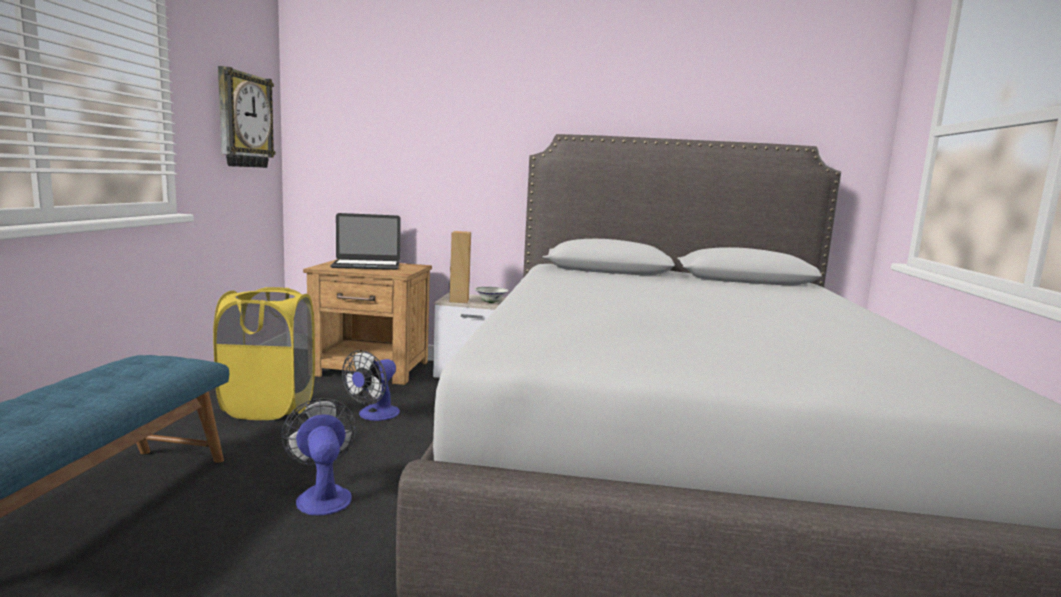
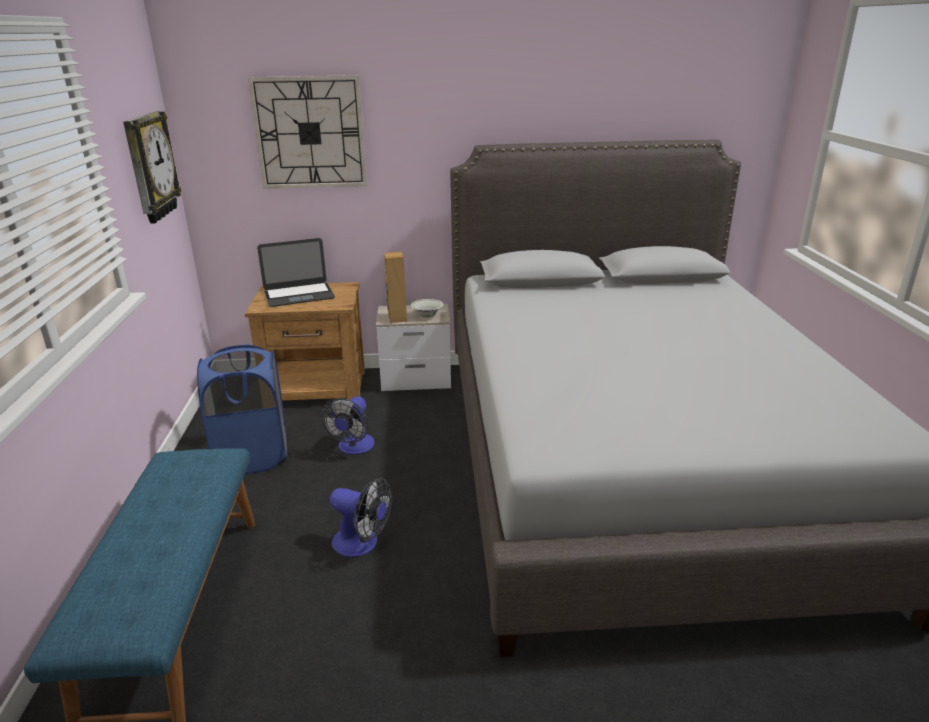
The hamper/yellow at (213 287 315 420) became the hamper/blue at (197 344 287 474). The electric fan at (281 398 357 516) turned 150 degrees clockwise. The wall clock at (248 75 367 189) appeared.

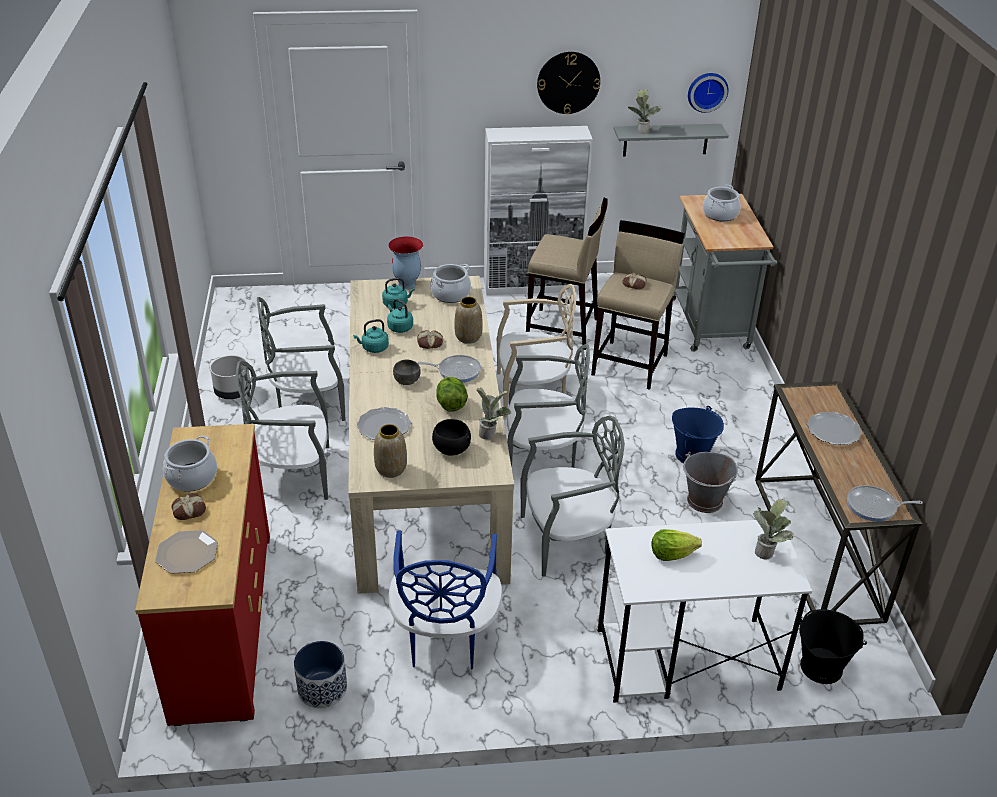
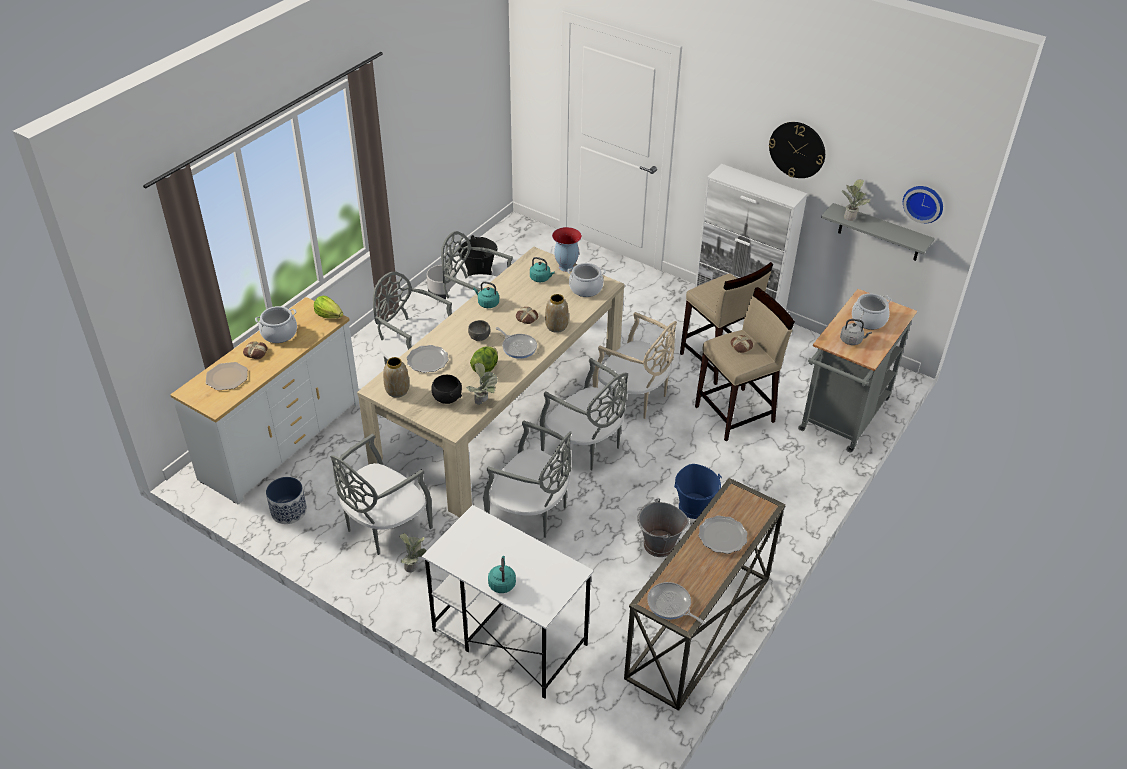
The water kettle/turquoise moved from (387 299 413 333) to (488 556 516 593). The chest of drawers/red-coloured at (135 424 270 726) became the chest of drawers/white at (170 297 359 505). The houseplant moved from (753 499 794 560) to (399 533 427 572). The lettuce moved from (651 529 702 561) to (314 296 343 319). The upright chair/blue at (388 531 503 670) became the upright chair/gray at (330 434 433 555). The bucket/black moved from (800 609 867 684) to (458 235 498 276). The water kettle/gray at (840 319 872 345) appeared.

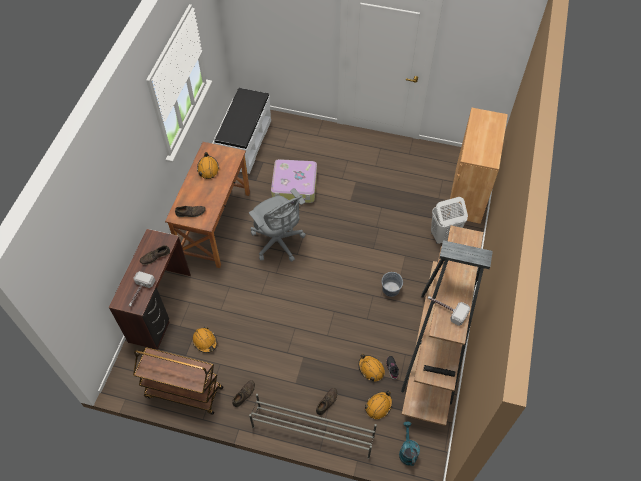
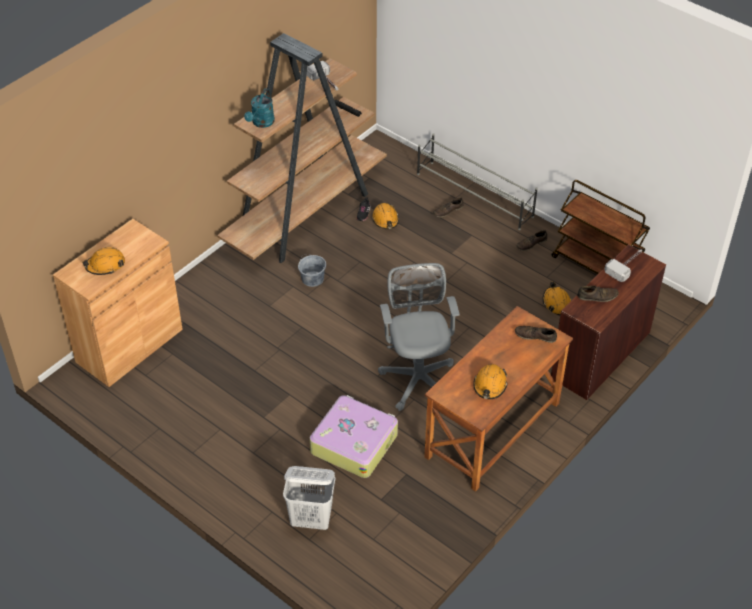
The bench/white at (214 88 271 174) disappeared. The hamper/white moved from (431 197 468 244) to (283 466 335 530). The safety helmet/orange moved from (365 391 392 419) to (82 247 125 275). The sprinkling can/turquoise moved from (399 422 420 466) to (244 88 275 128).

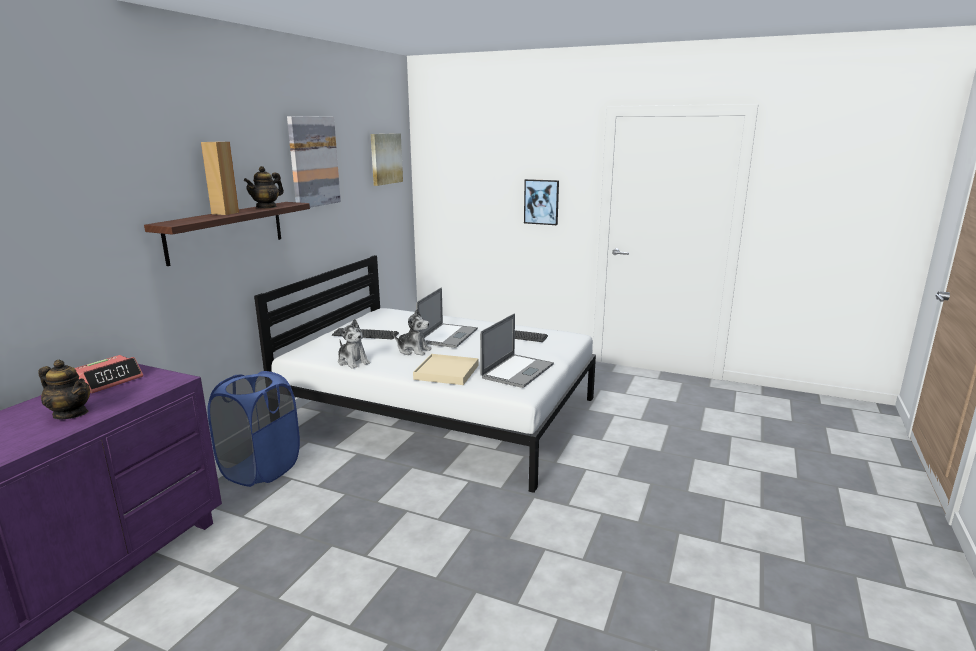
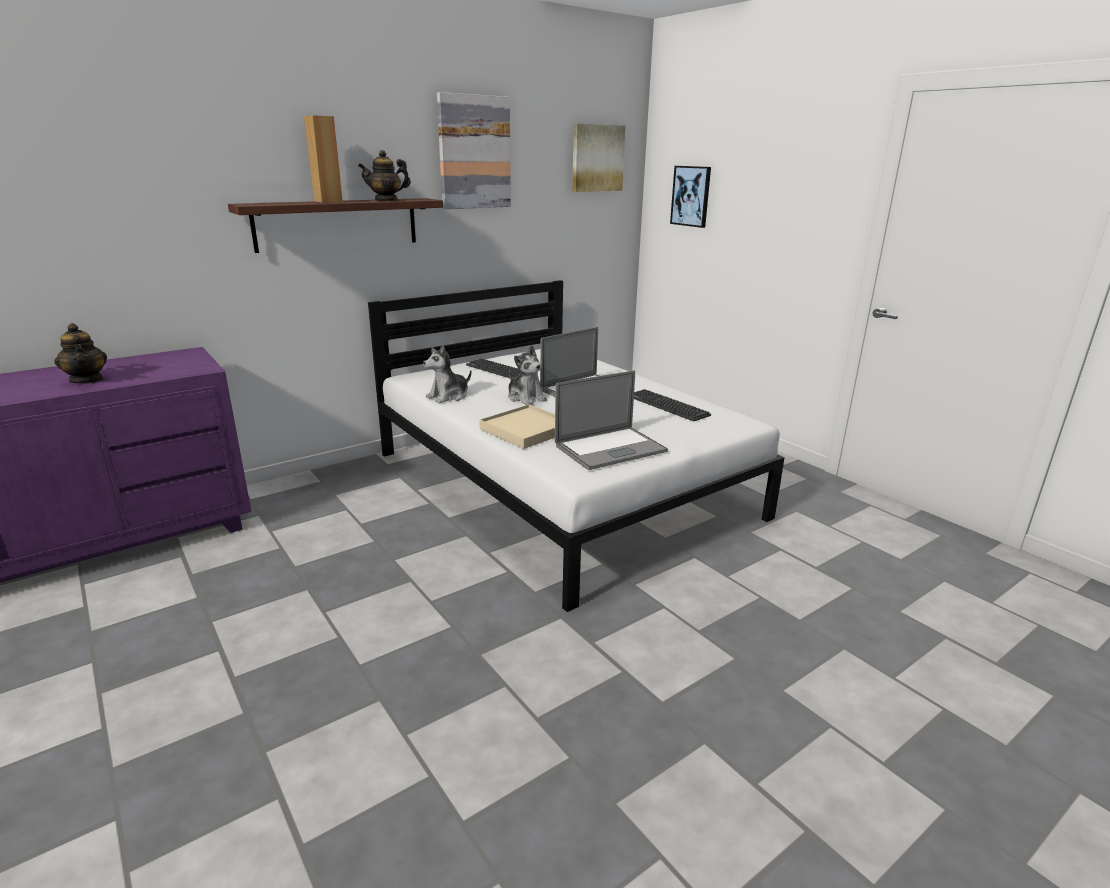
The wall art moved from (524 179 559 225) to (670 166 711 228). The cuddly toy at (338 319 370 369) turned 60 degrees clockwise. The table clock at (75 355 143 394) disappeared. The hamper/blue at (207 371 300 487) disappeared.

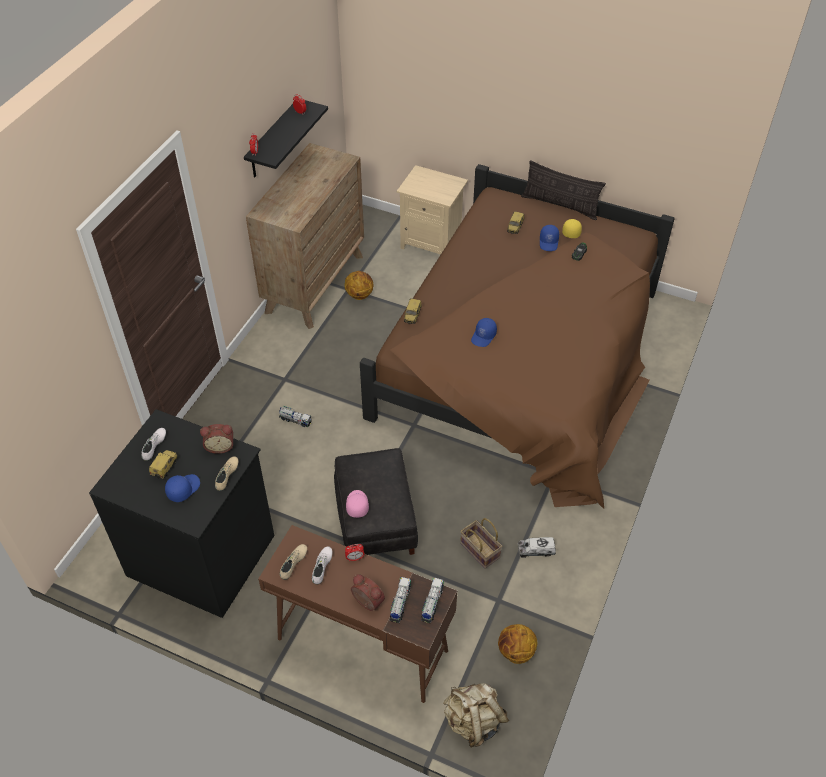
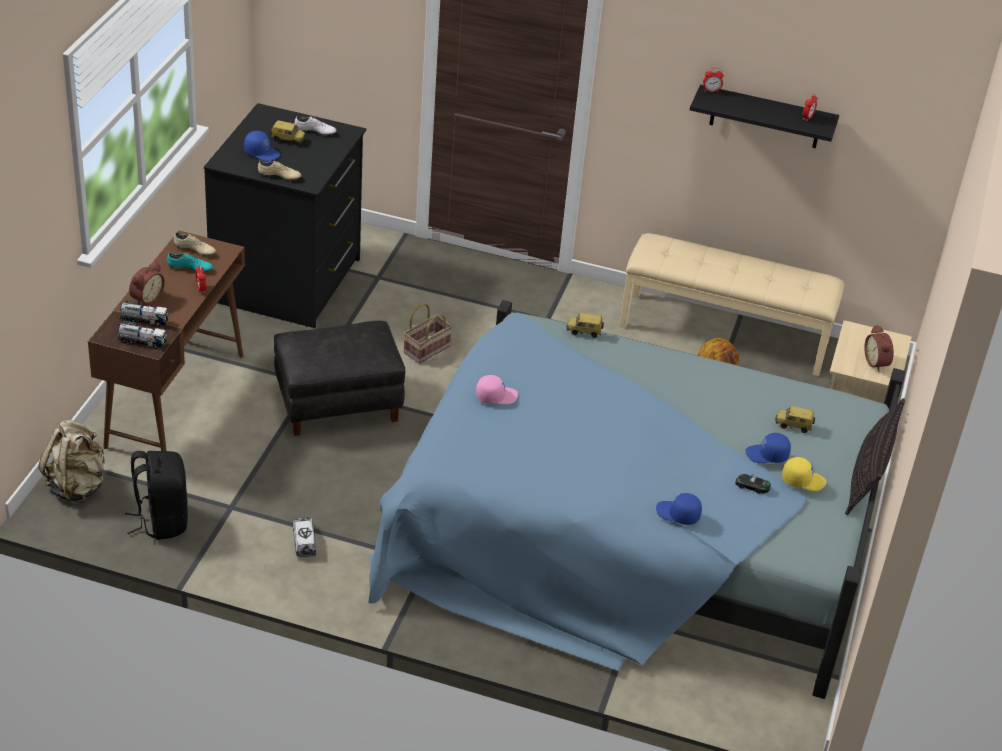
The chest of drawers/brownish at (246 143 364 329) was replaced by the bench/sand-coloured at (620 233 844 376). The bed/brownish at (360 164 675 509) became the bed/blue at (368 300 905 699). The baseball cap/blue moved from (471 318 497 347) to (656 493 702 525). The toy truck at (279 406 312 427) disappeared. The table clock moved from (200 424 233 454) to (864 325 894 372). The baseball cap/pink moved from (346 490 369 518) to (476 375 518 404). The household basket moved from (460 518 502 569) to (404 303 453 364). The low shoe/white at (312 546 332 585) became the low shoe/turquoise at (167 253 213 272). The ball for basketball at (498 624 538 664) was replaced by the rucksack/black at (125 451 188 540).

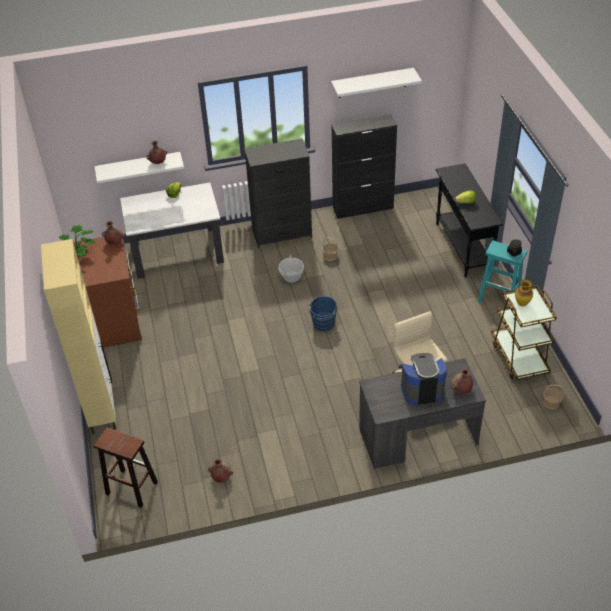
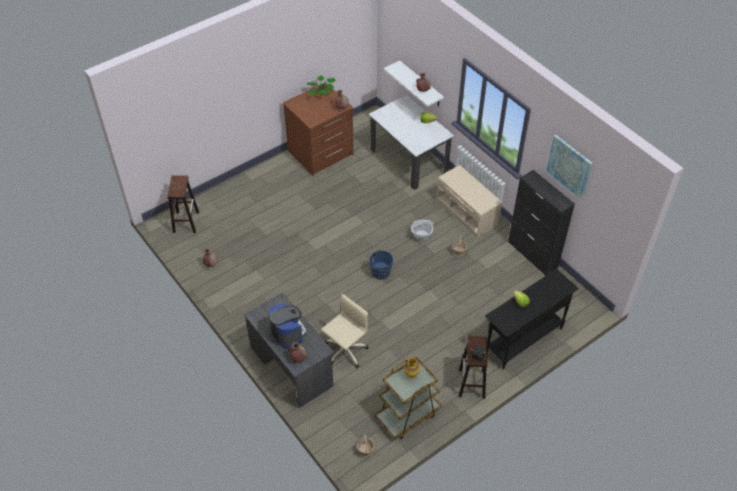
The wall shelf/white at (331 68 422 98) was replaced by the wall art at (546 135 592 199). The chest of drawers/black at (244 139 312 248) was replaced by the bench/sand-coloured at (437 165 502 238). The cabinet/sand-coloured at (41 239 116 434) disappeared. The stool seat/turquoise at (478 240 527 309) became the stool seat/brownish at (459 336 487 399).

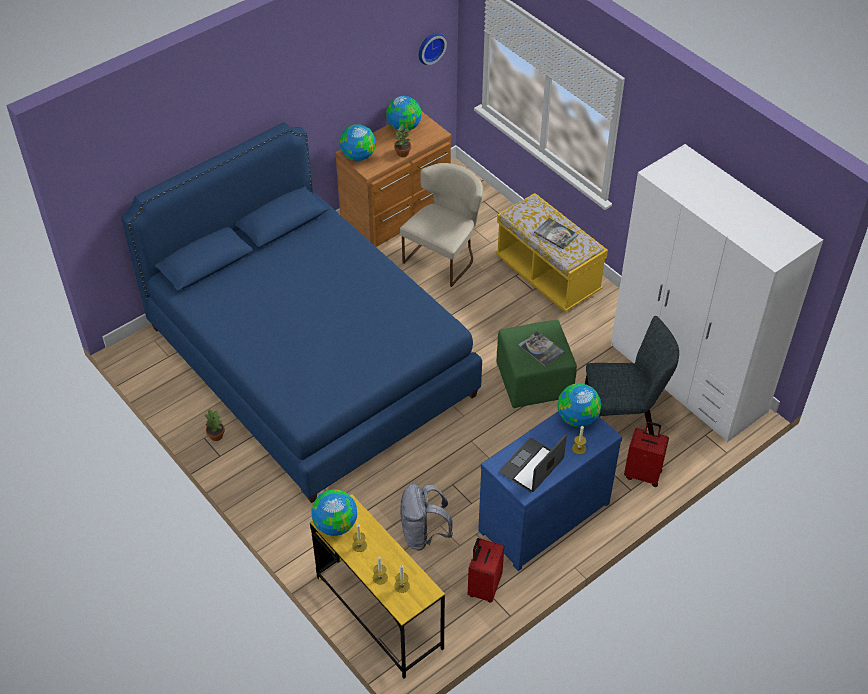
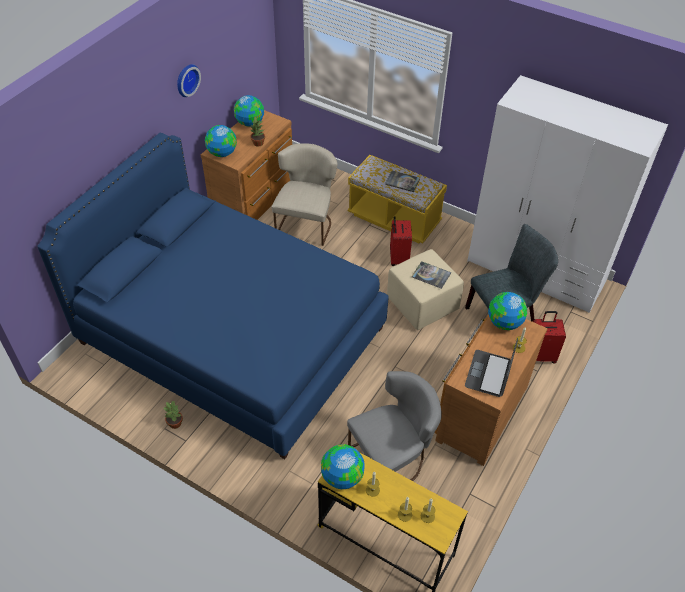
The wall clock moved from (419 33 447 65) to (177 64 201 97). The footrest/green-coloured at (496 320 577 408) became the footrest/sand-coloured at (387 249 464 330). The chest of drawers/blue at (478 412 622 571) became the chest of drawers/brownish at (435 314 547 466). The rucksack/gray at (401 483 453 550) was replaced by the upright chair/gray at (347 371 442 481). The suitcase/red-coloured moved from (468 538 504 603) to (390 216 412 266).

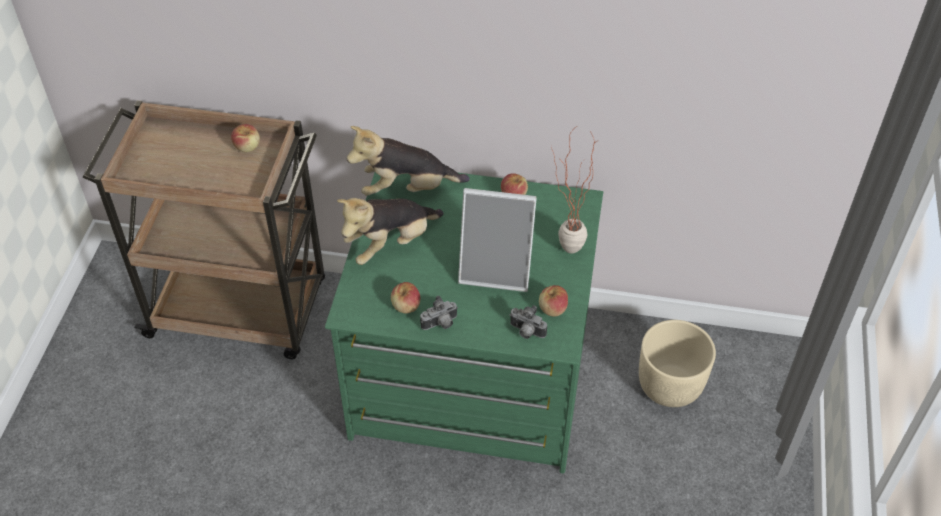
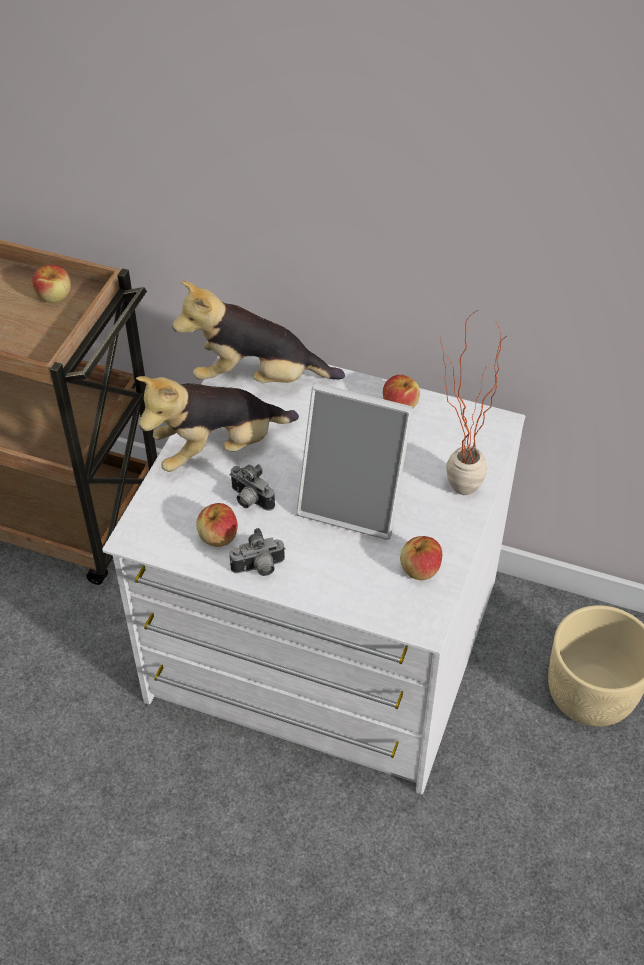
The chest of drawers/green-coloured at (325 172 603 473) became the chest of drawers/white at (102 356 525 794). The still camera moved from (509 305 547 339) to (229 464 275 511).

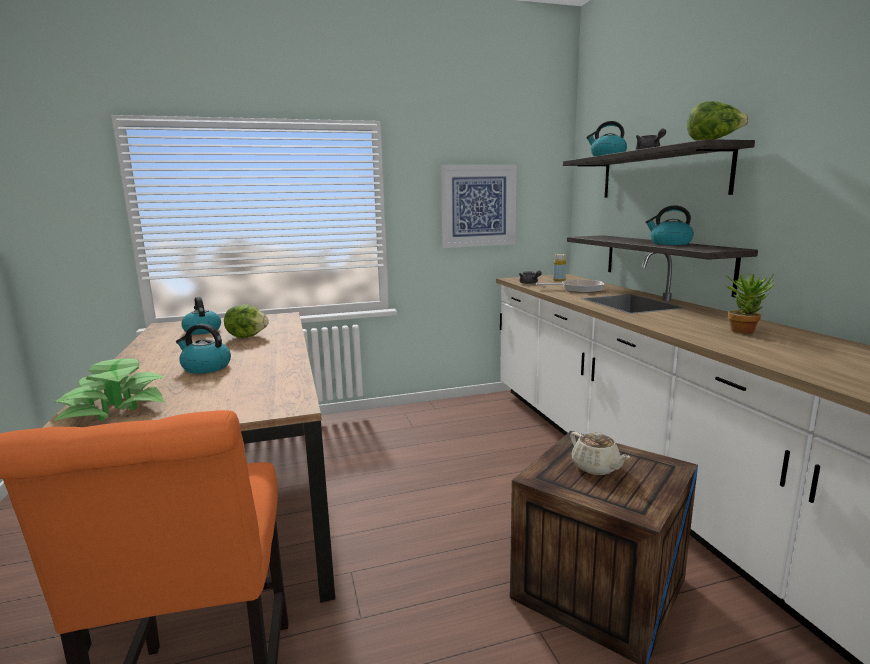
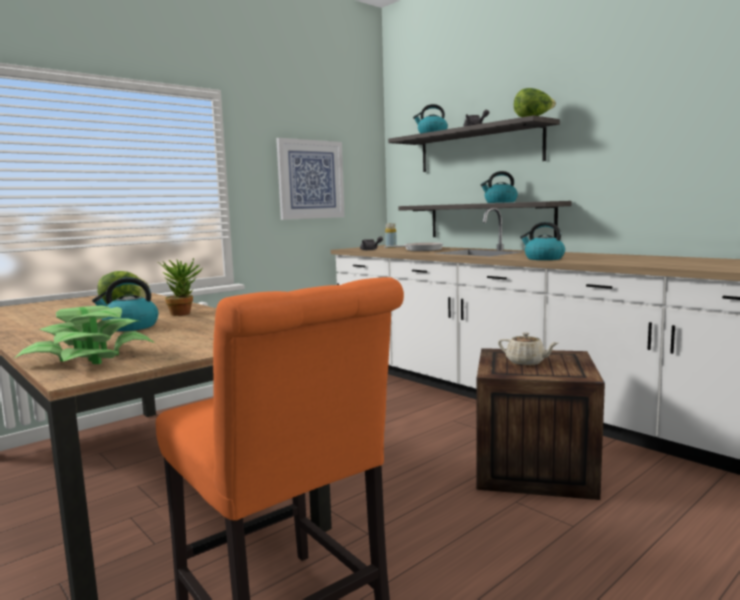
The houseplant moved from (725 273 775 334) to (157 258 203 316). The water kettle moved from (181 297 221 335) to (520 222 565 260).

